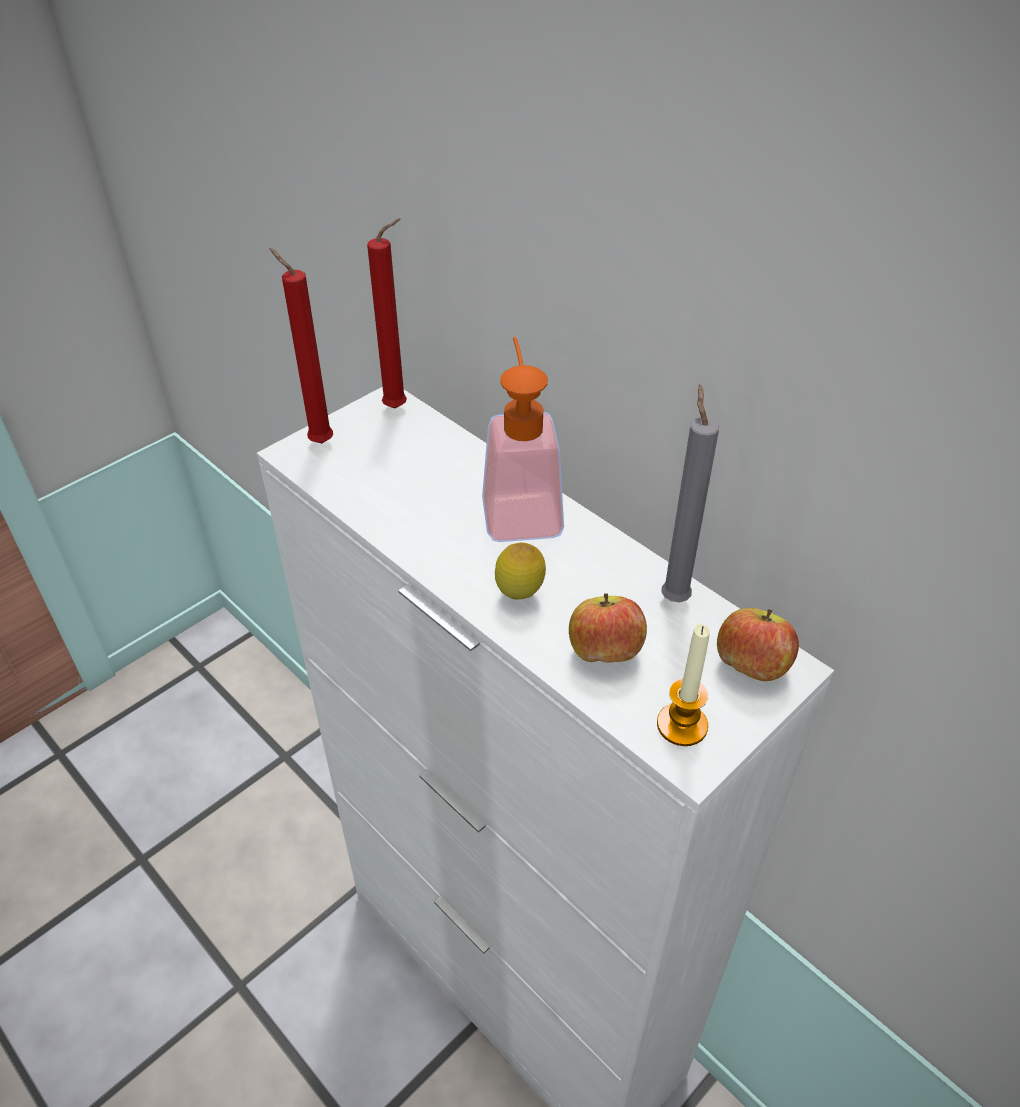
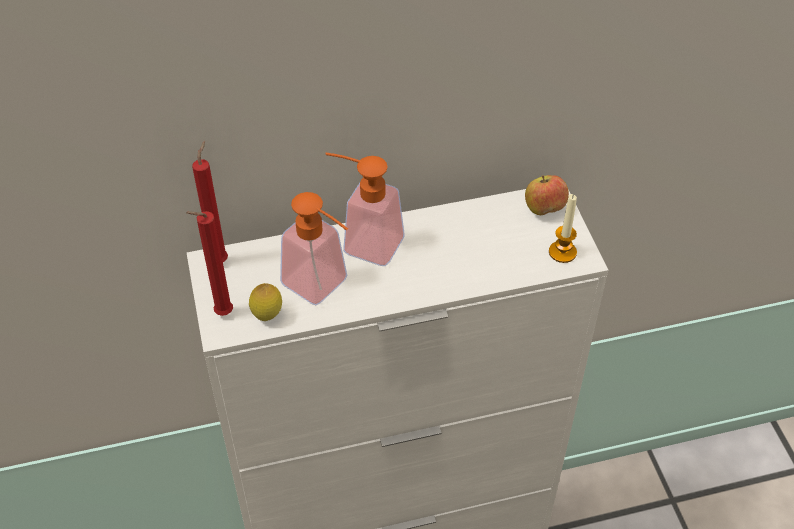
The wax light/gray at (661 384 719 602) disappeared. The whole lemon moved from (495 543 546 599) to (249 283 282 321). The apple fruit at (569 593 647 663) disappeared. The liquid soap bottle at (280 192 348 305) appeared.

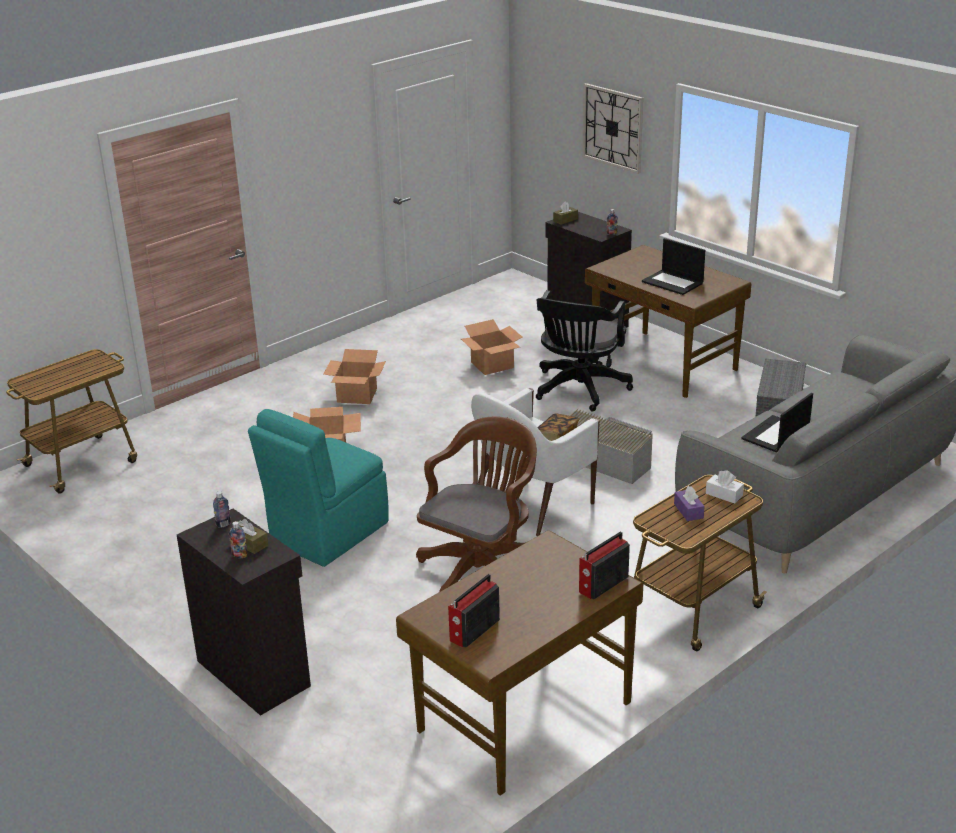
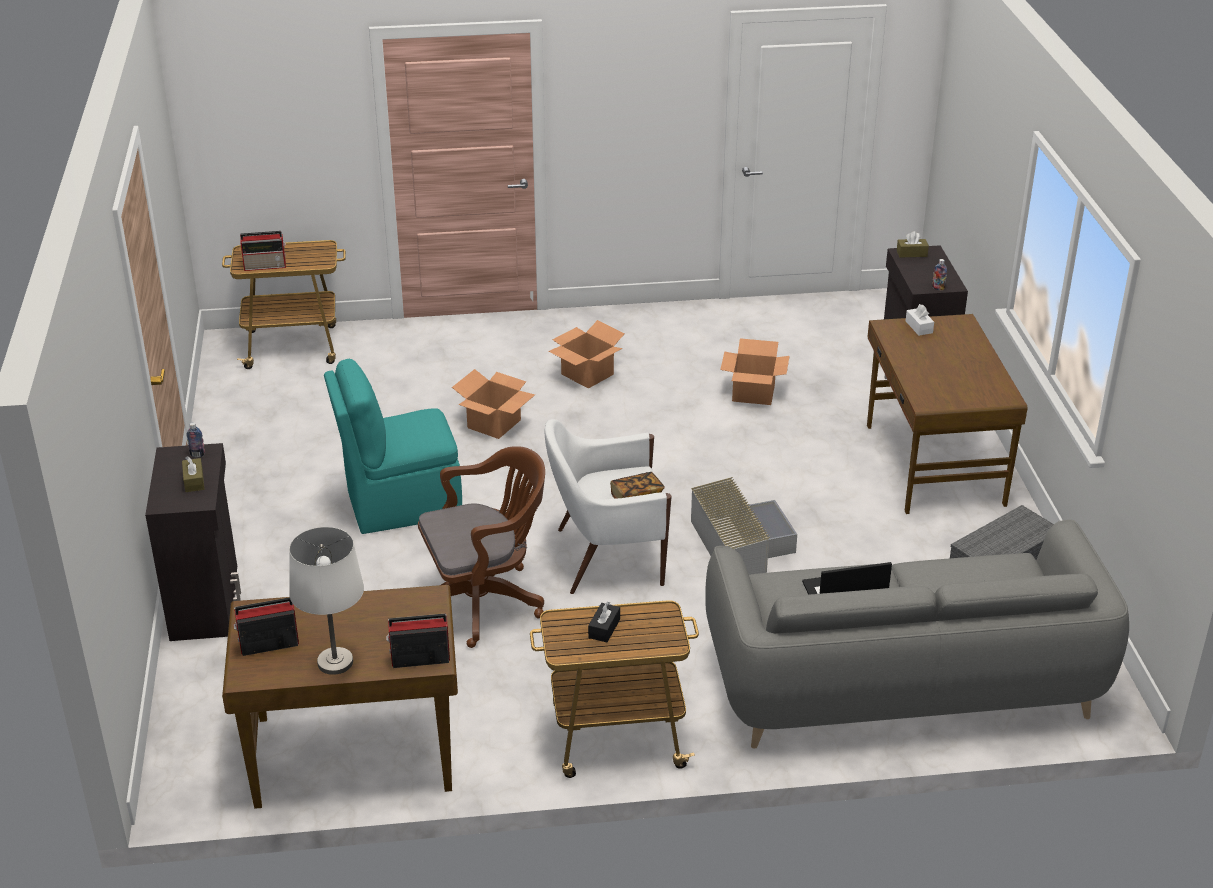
The wall clock at (583 83 643 174) disappeared. The portable computer at (642 238 705 295) disappeared. The office chair/black at (536 290 633 411) disappeared. The box of tissues/white moved from (706 470 744 504) to (906 304 934 336). The box of tissues/purplish at (674 486 705 521) became the box of tissues/black at (588 602 620 642). The drink bottle at (229 521 248 558) disappeared. The radio at (240 231 286 271) appeared. The lamp for a table/white at (289 527 364 675) appeared.

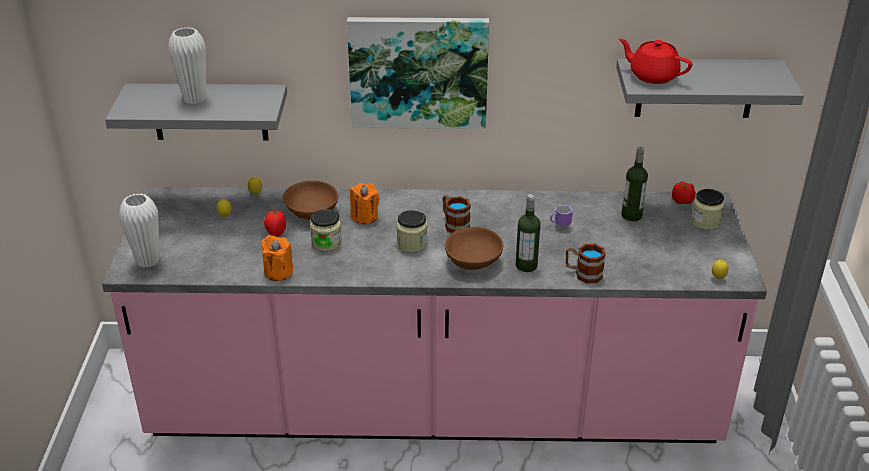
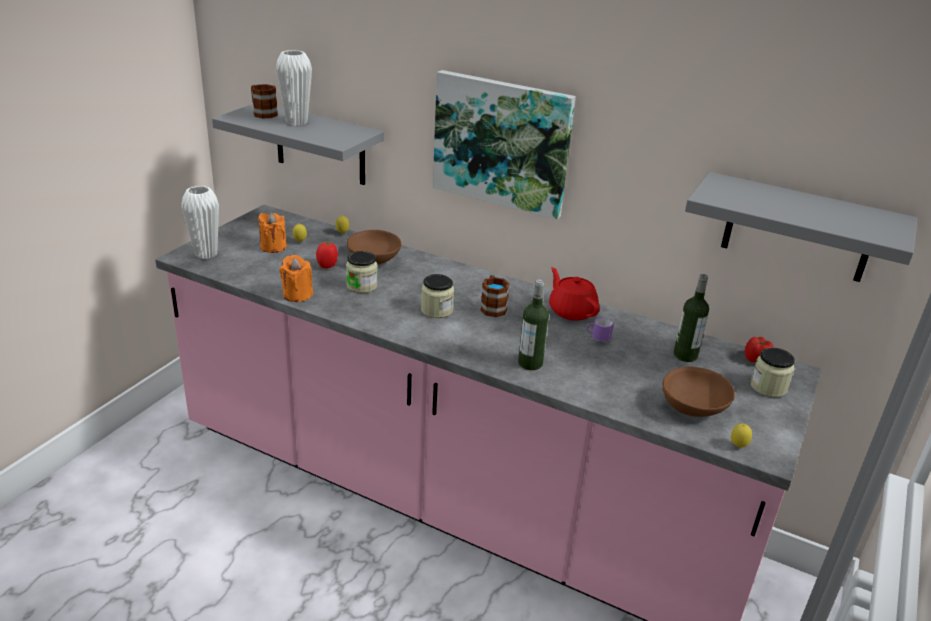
The tea pot/red-coloured moved from (619 38 692 84) to (549 267 600 321). The wax light/orange moved from (350 183 380 224) to (258 213 287 253). The deep dish/brownish moved from (445 227 503 270) to (662 366 735 417). The tea mug moved from (566 244 606 283) to (251 84 278 119).

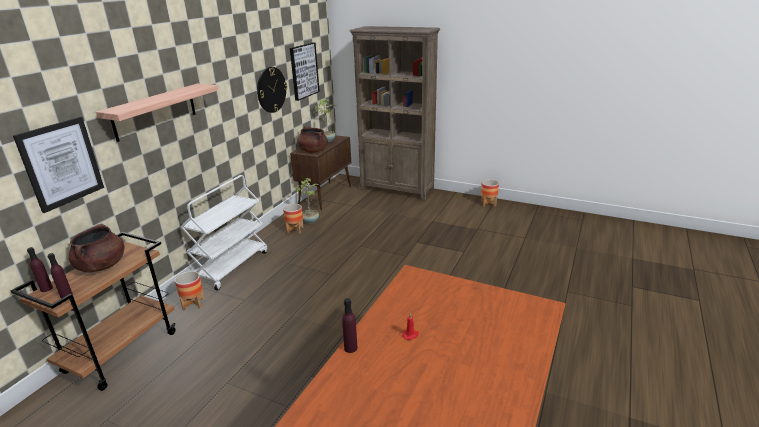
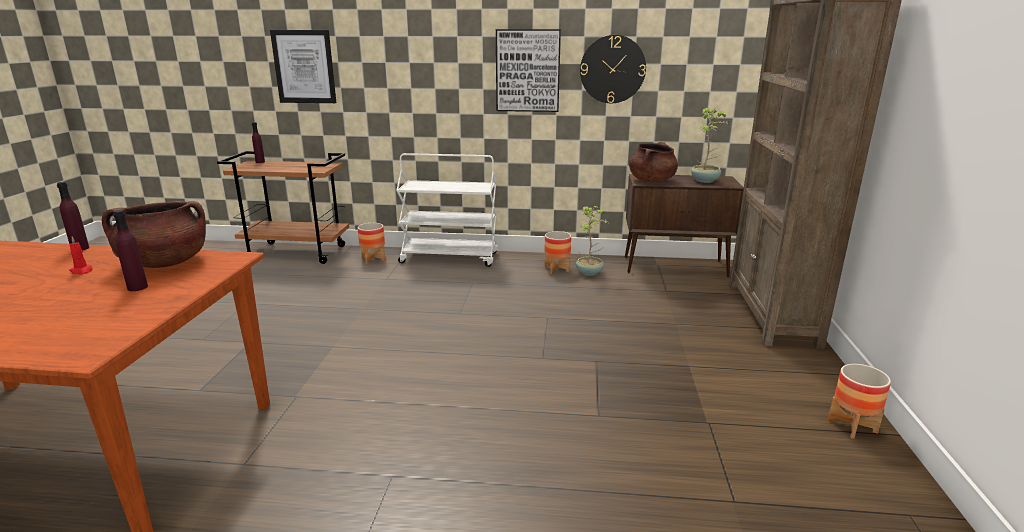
The wall art moved from (290 42 320 101) to (496 29 561 112). The wall shelf at (96 84 218 142) disappeared. The stockpot/brownish moved from (69 224 124 273) to (102 201 206 268). The drink bottle/purplish moved from (48 253 73 299) to (113 210 148 291).

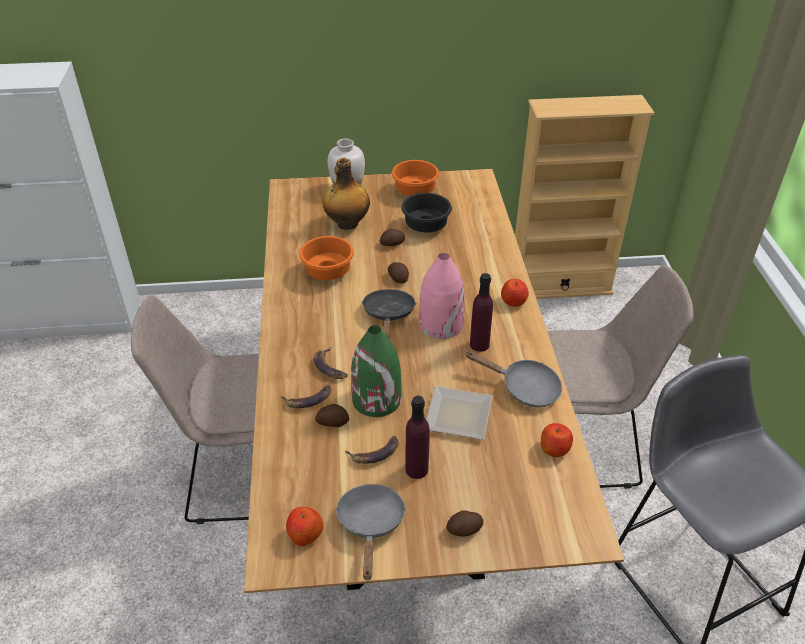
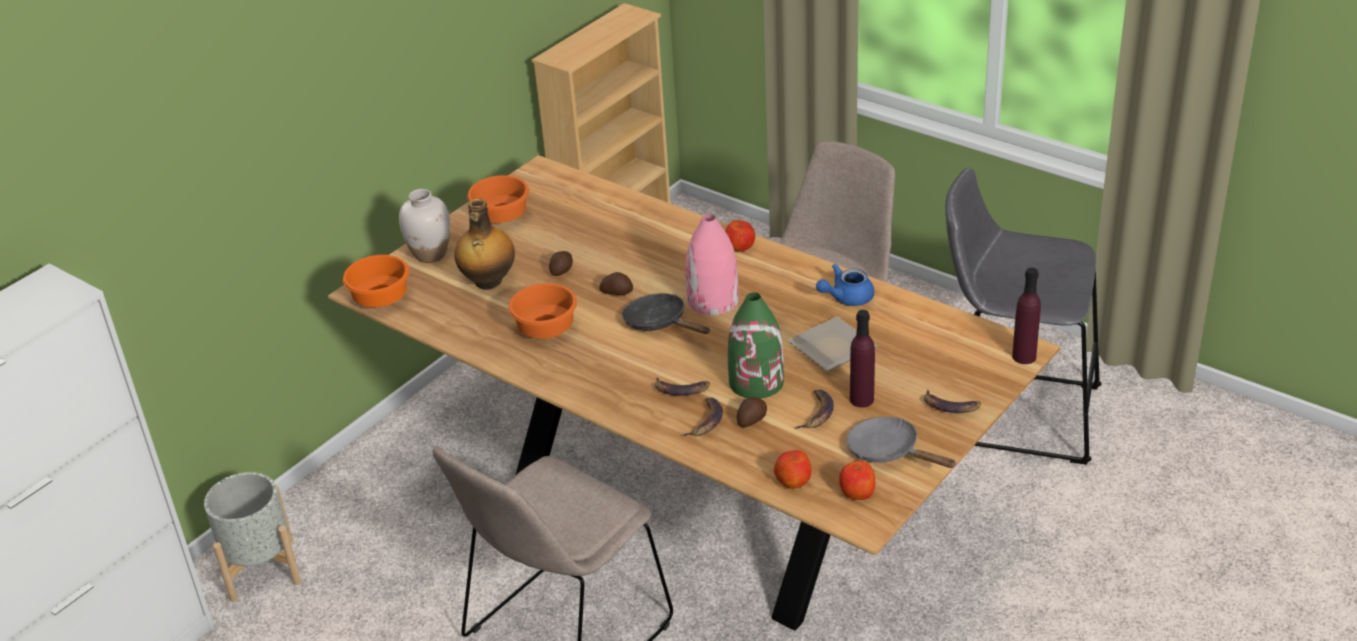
The deep dish/black at (401 193 452 232) disappeared. The drink bottle/purplish moved from (470 273 493 352) to (1012 268 1041 364). The skillet/gray at (465 351 562 407) was replaced by the tea pot/blue at (816 264 874 306). The apple fruit moved from (541 423 573 457) to (774 450 812 489). The potato at (446 510 484 537) was replaced by the banana fruit at (924 389 981 413). The deep dish/orange at (343 255 409 307) appeared. The flower pot/gray at (204 472 301 602) appeared.

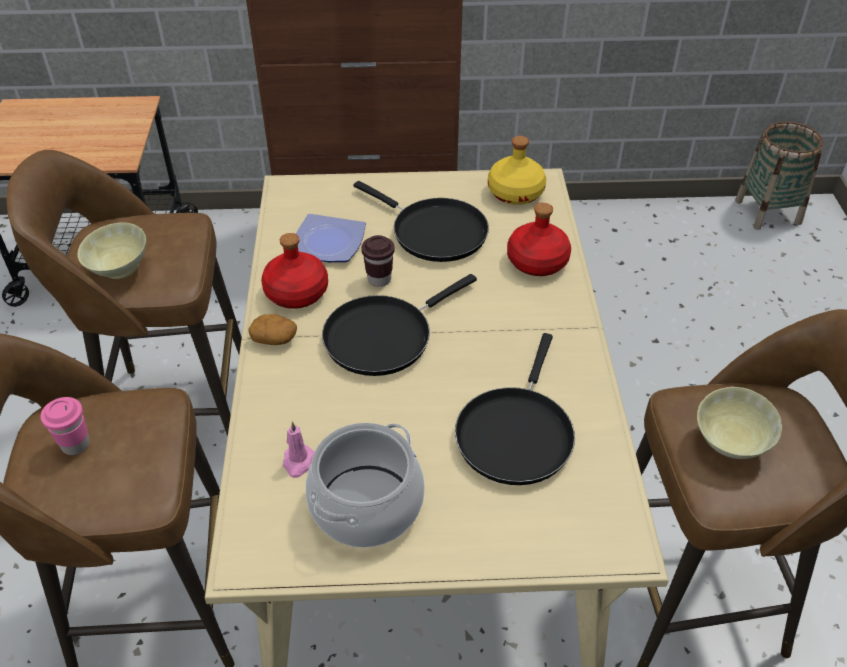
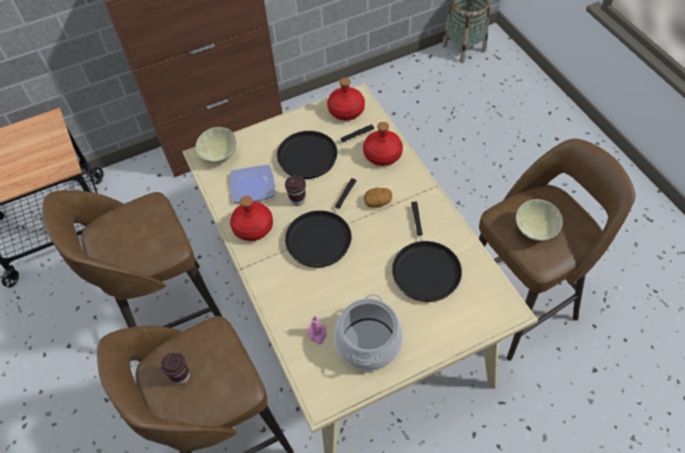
The drink bottle/yellow at (488 136 546 205) became the drink bottle/red-coloured at (327 78 365 121). The skillet/black at (354 181 489 262) turned 135 degrees clockwise. The deep dish/sand-coloured moved from (77 223 146 279) to (196 127 236 163). The potato moved from (248 314 297 345) to (364 188 392 208). The cup/pink at (40 397 90 455) became the cup/brownish at (161 352 190 384).

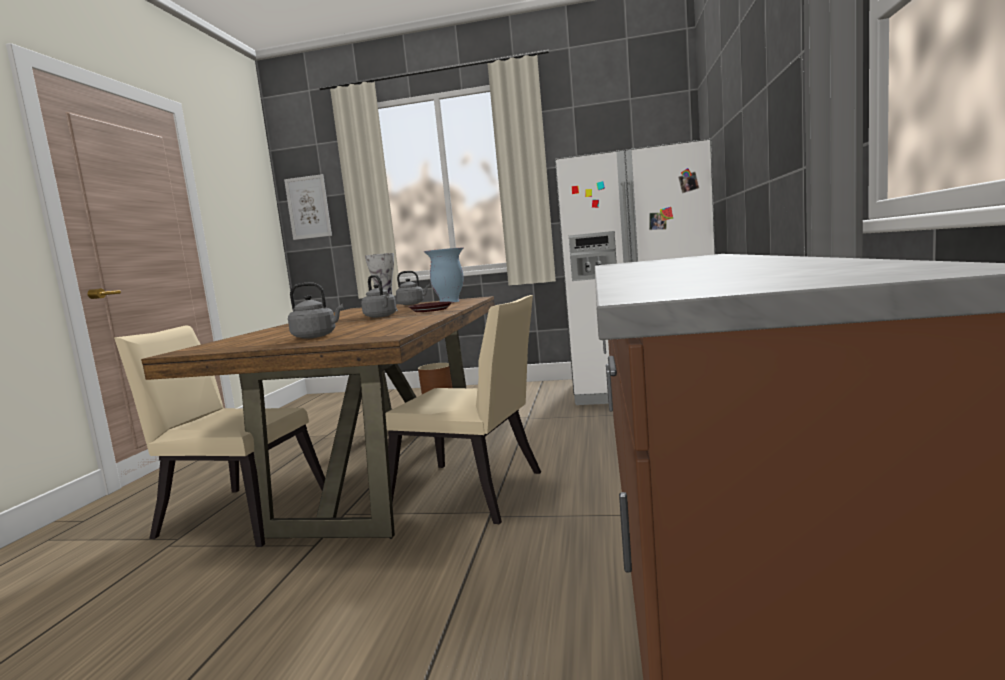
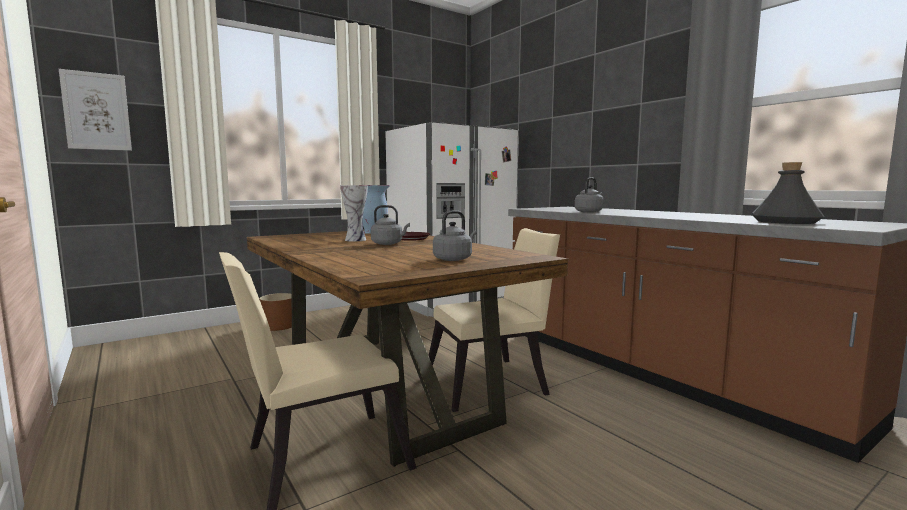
The water kettle/gray moved from (396 271 430 305) to (575 177 603 213). The drink bottle/gray at (751 162 825 224) appeared.

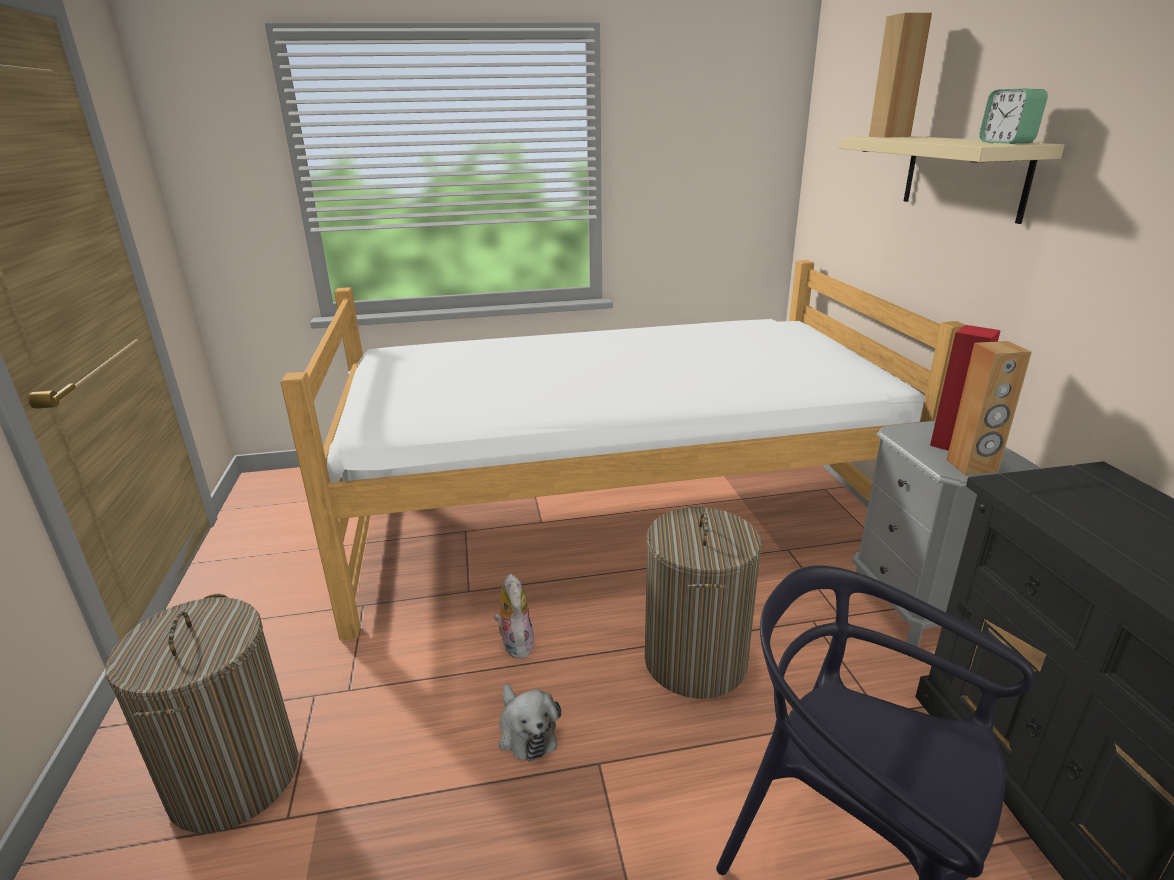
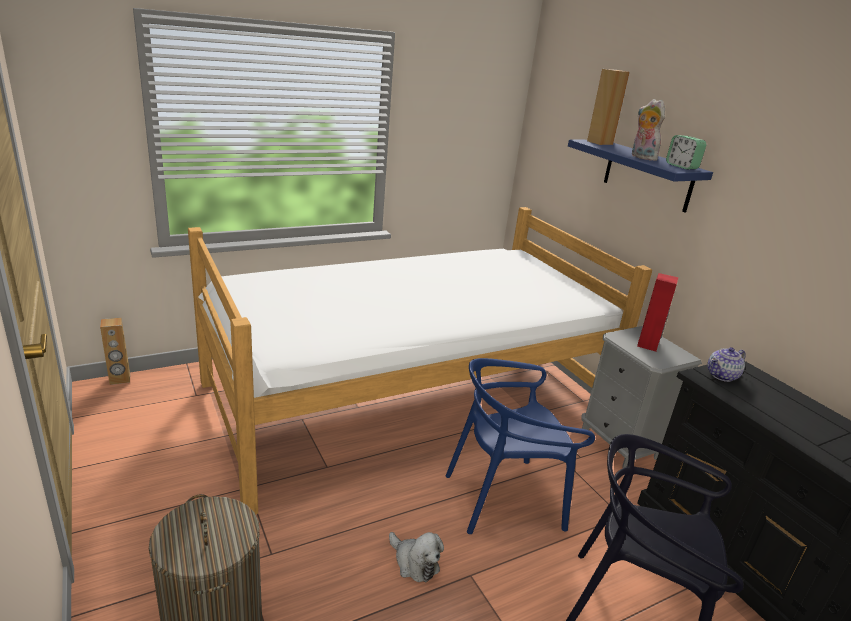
The wall shelf/sand-coloured at (839 136 1064 224) became the wall shelf/blue at (568 140 713 213). The audio speaker/brownish moved from (947 341 1032 475) to (100 318 130 385). The hamper at (645 505 762 699) was replaced by the upright chair/blue at (446 358 595 534). The cuddly toy moved from (494 574 535 659) to (632 99 665 161). The tea pot at (707 347 746 382) appeared.

